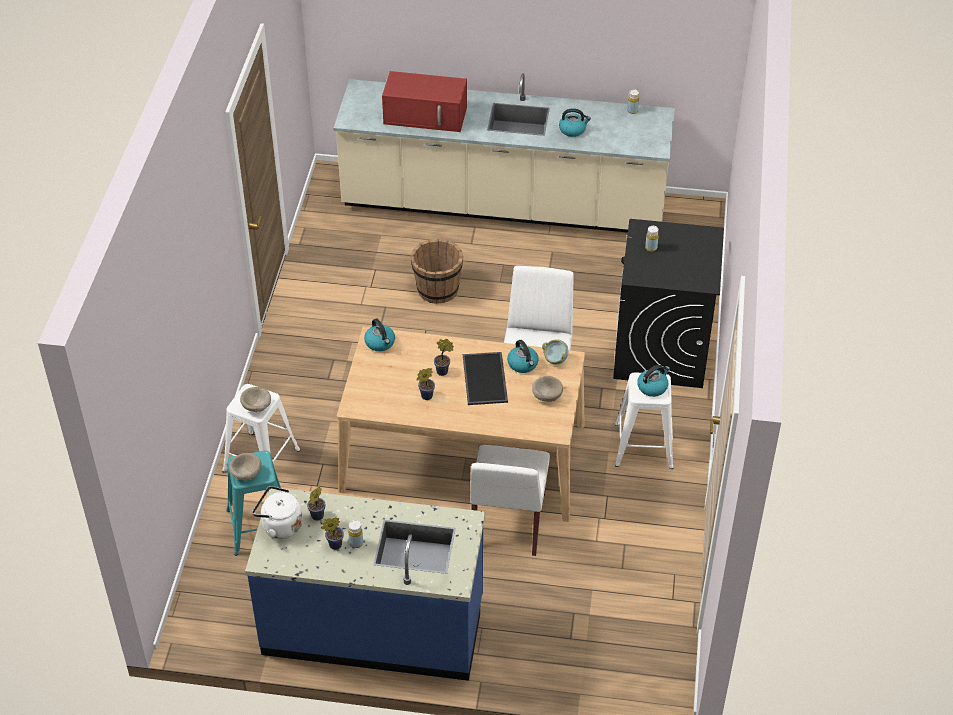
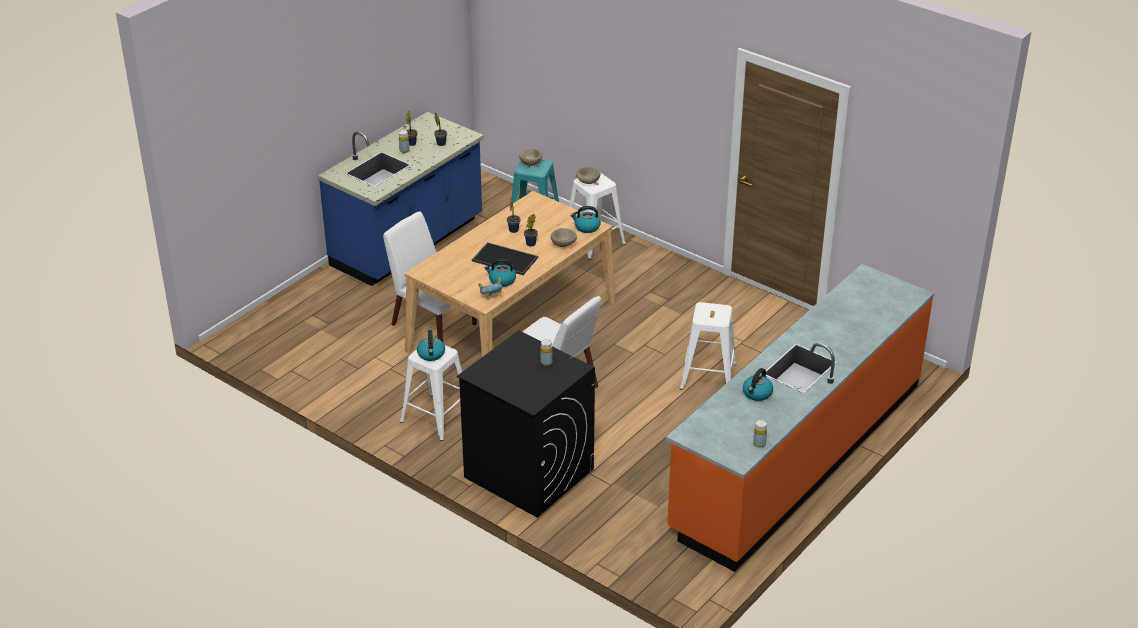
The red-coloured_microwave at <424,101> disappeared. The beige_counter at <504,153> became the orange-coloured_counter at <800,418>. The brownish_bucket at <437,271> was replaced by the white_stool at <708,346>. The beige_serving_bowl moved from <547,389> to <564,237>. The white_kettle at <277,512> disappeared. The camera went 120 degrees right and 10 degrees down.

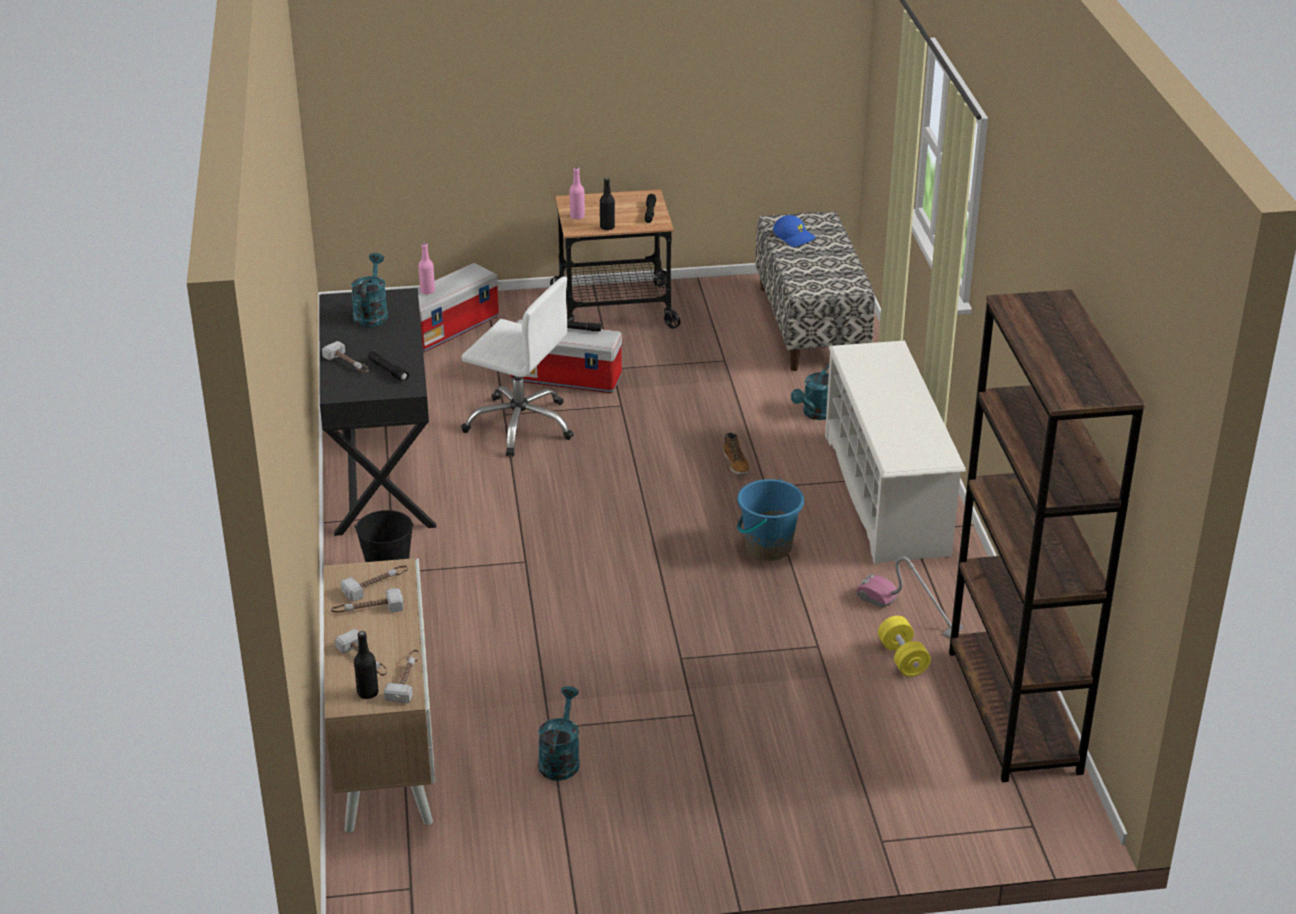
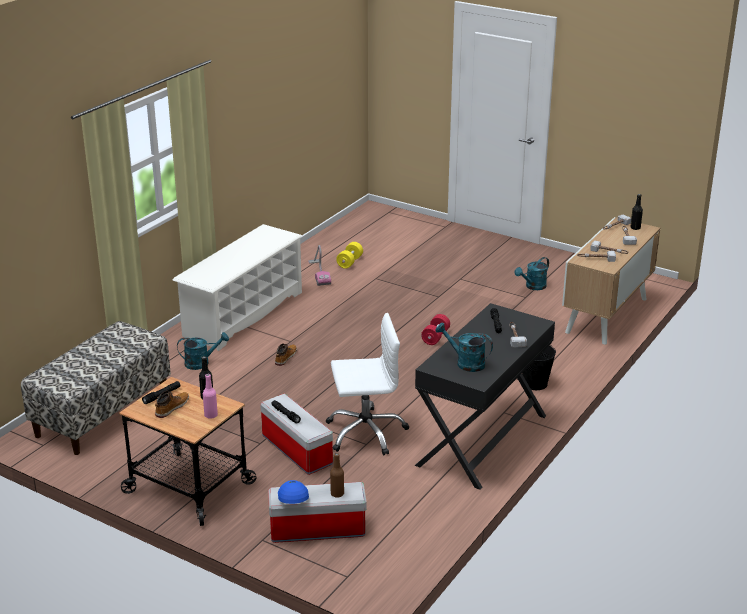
The blue_peaked_cap moved from <794,231> to <293,492>. The pink_bottle at <426,268> became the brownish_bottle at <337,475>. The blue-green_watering_can at <369,290> turned 75 degrees clockwise. The white_desk_chair at <517,367> turned 105 degrees clockwise. The brownish_bookcase at <1047,535> disappeared. The blue_bucket at <770,520> disappeared. The red-coloured_free_weight at <435,329> appeared. The high-top_boot at <172,404> appeared. The camera went 140 degrees left and 5 degrees down.

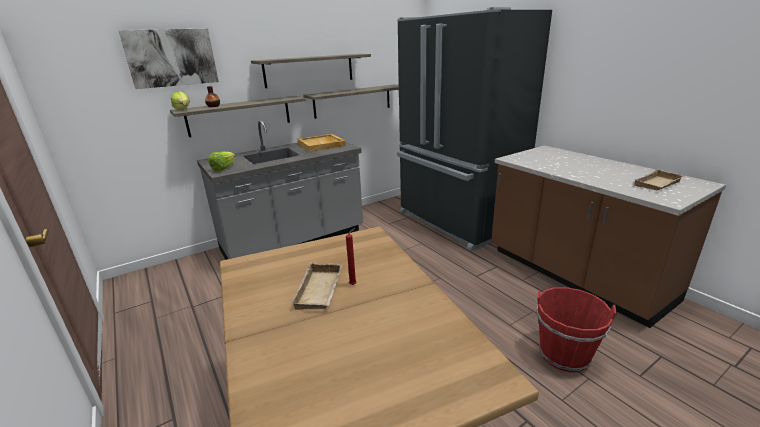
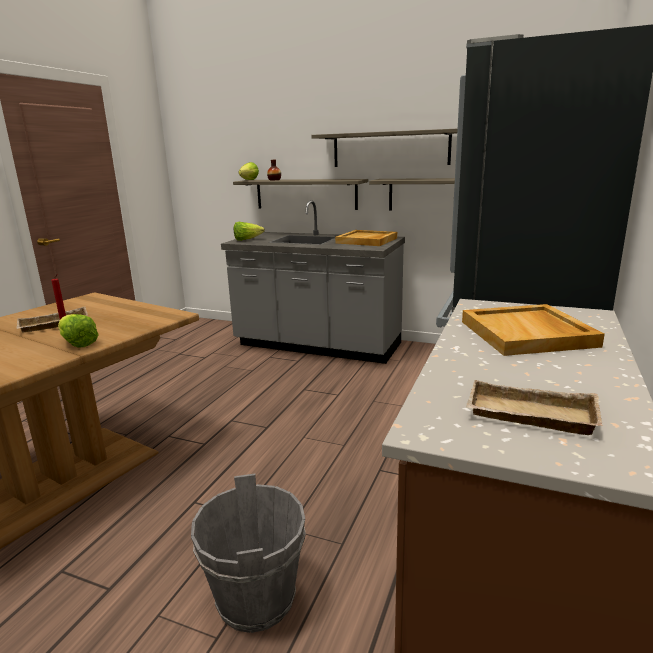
The wall_picture at <169,58> disappeared. The red-coloured_bucket at <577,329> became the greyish_bucket at <248,553>. The beige_carrying_tray at <533,330> appeared. The lettuce_head at <78,331> appeared. The camera went 55 degrees right and 5 degrees down.

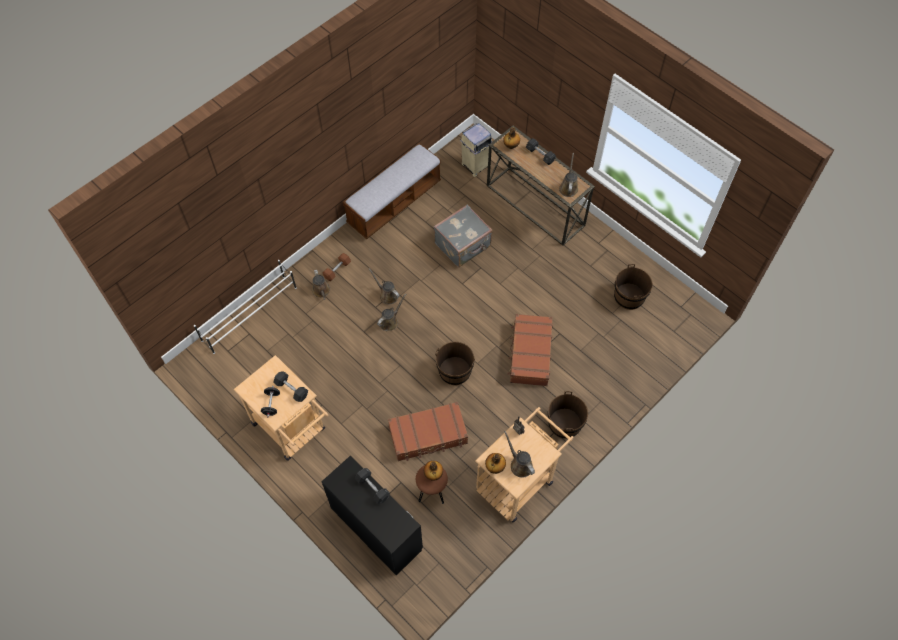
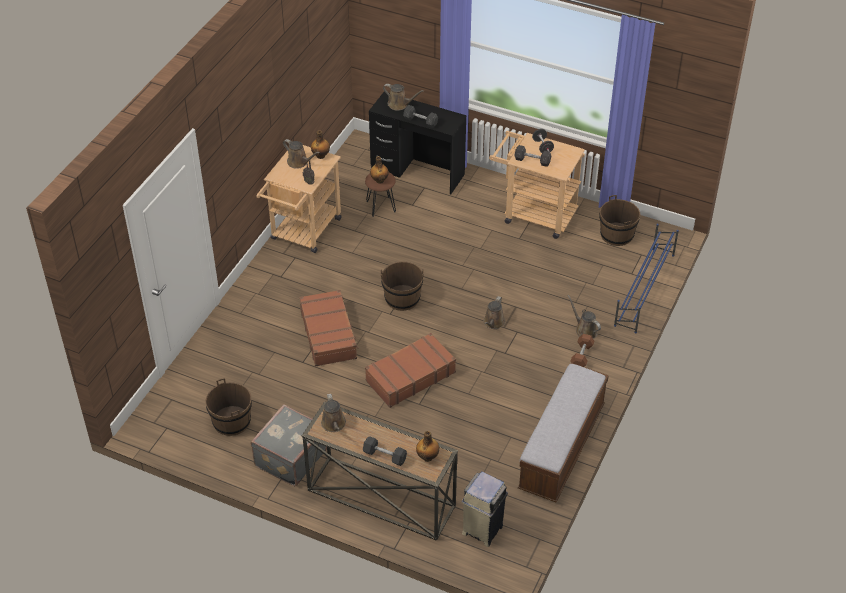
The greyish_travel_case moved from <463,235> to <288,445>. The white_shoe_stand at <245,307> became the blue_shoe_stand at <646,279>. The brownish_watering_can moved from <384,286> to <403,97>. The brownish_bucket moved from <568,415> to <619,220>. The brownish_travel_case moved from <428,431> to <410,370>. The camera went 160 degrees right and 15 degrees down.

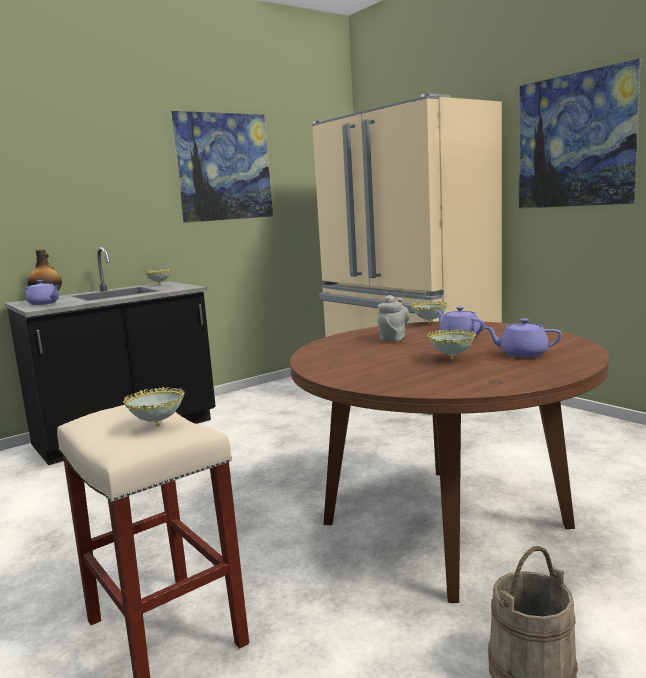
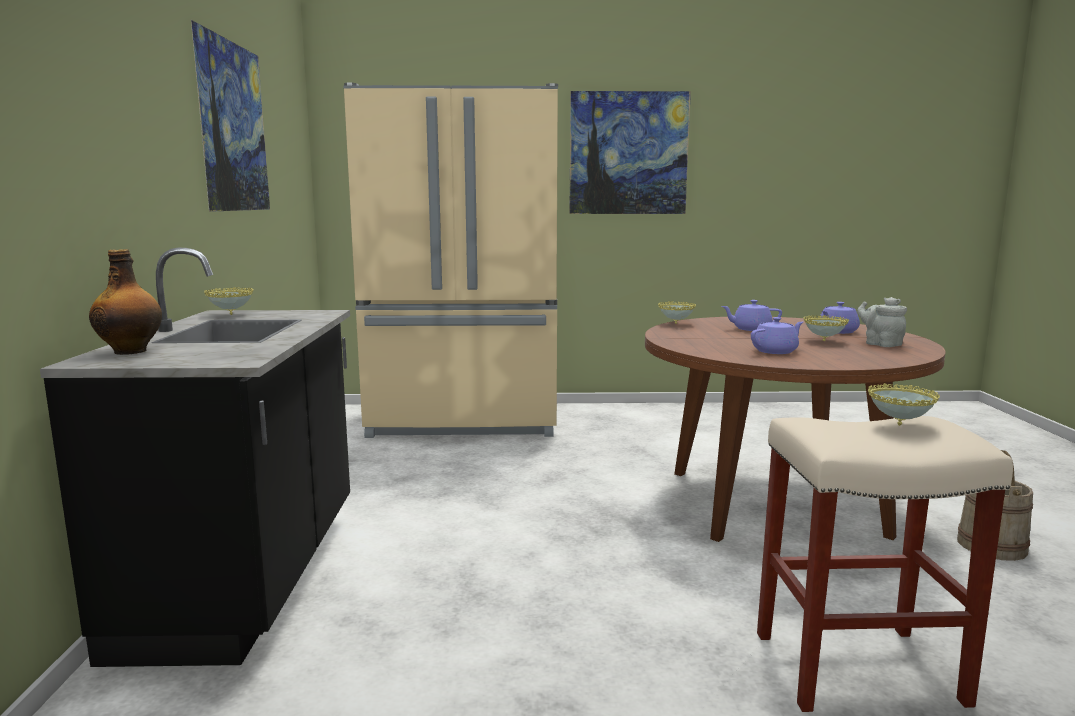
The purplish_tea_pot moved from <42,292> to <777,335>. The greyish_tea_pot moved from <393,318> to <882,322>. The camera went 55 degrees left and 0 degrees up.

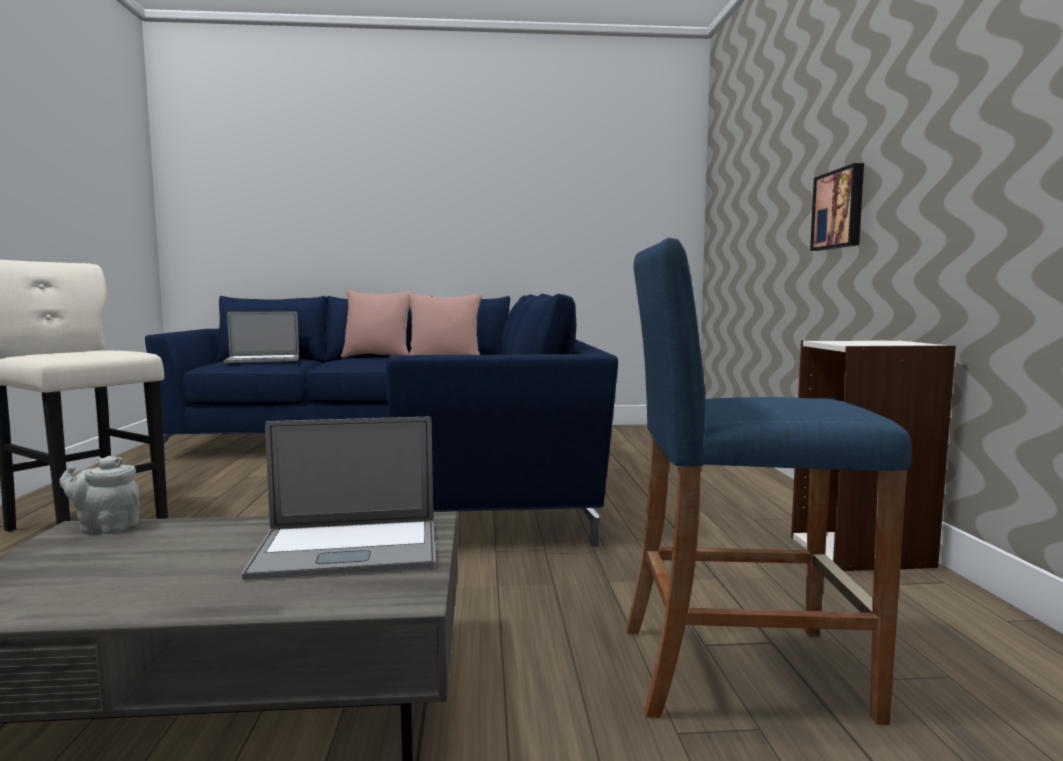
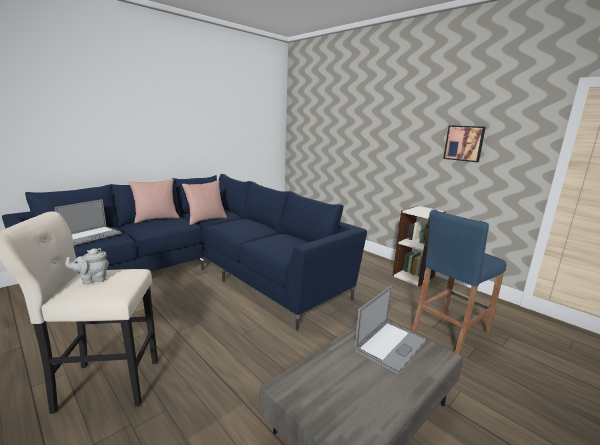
The wall_picture moved from <837,207> to <464,143>. The greyish_tea_pot moved from <99,495> to <87,266>. The camera went 40 degrees left and 10 degrees up.

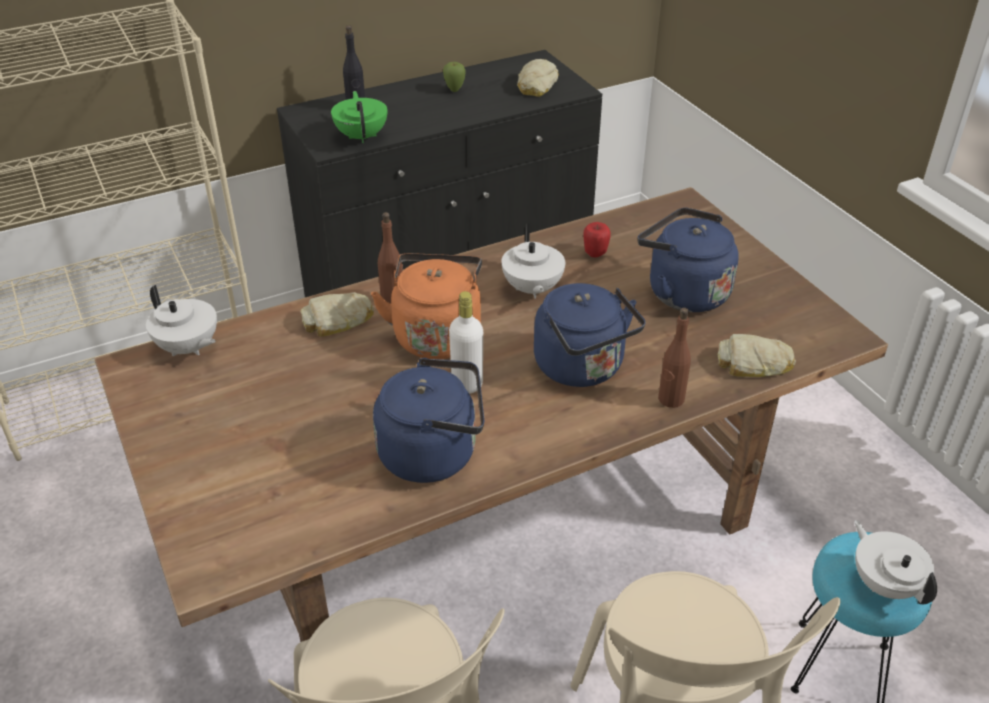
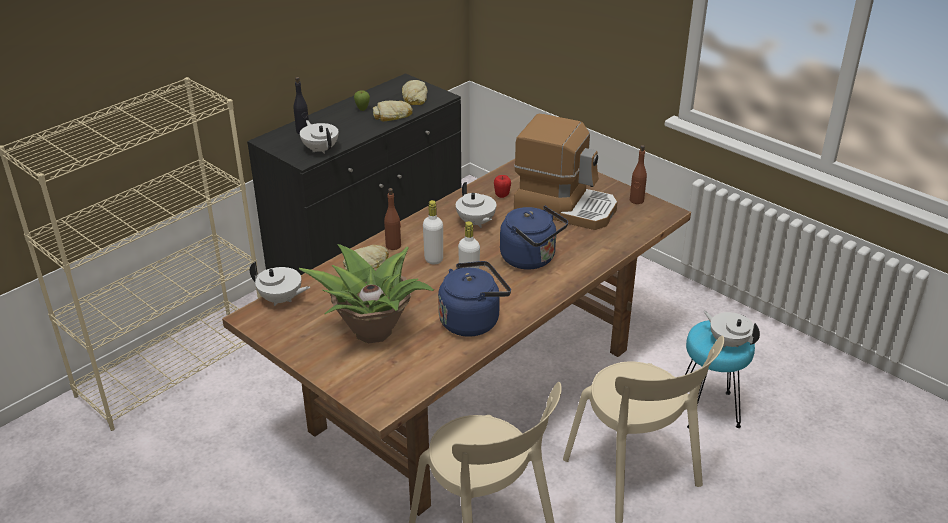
The green_tea_pot at <359,117> became the white_tea_pot at <319,137>. The blue_kettle at <688,260> was replaced by the coffee_machine at <565,172>. The orange-coloured_kettle at <426,306> was replaced by the white_bottle at <433,232>. The brownish_bottle moved from <674,358> to <638,174>. The baked_bread moved from <757,355> to <393,110>. The houseplant at <366,294> appeared. The camera went 20 degrees left and 5 degrees down.

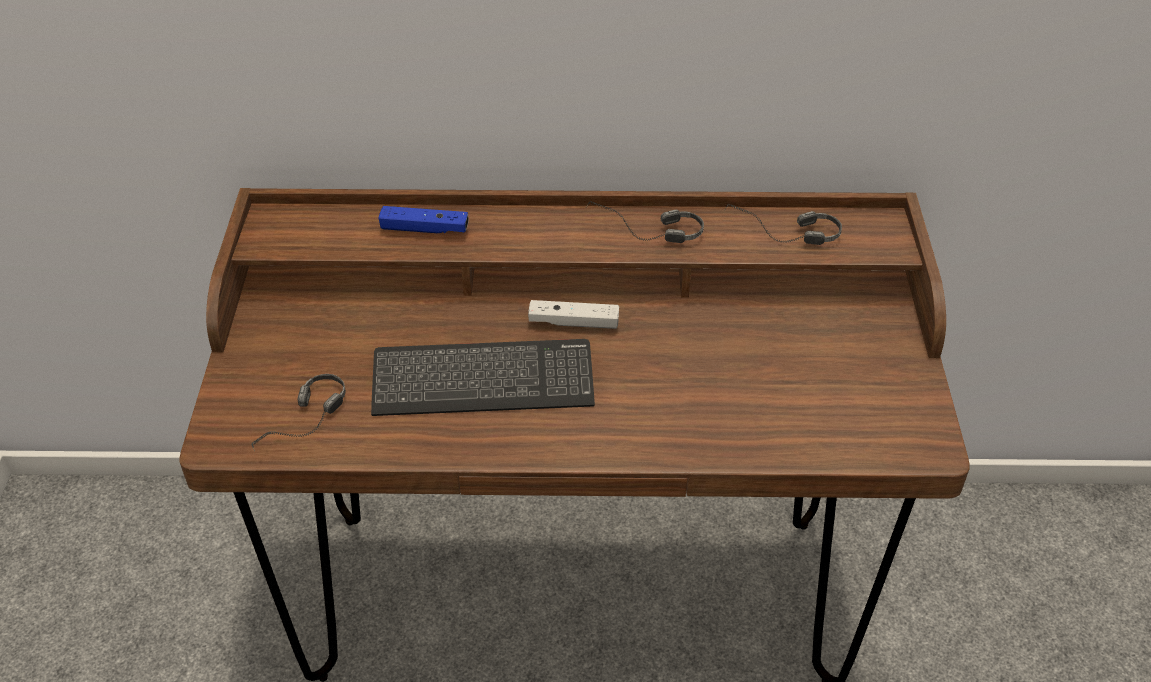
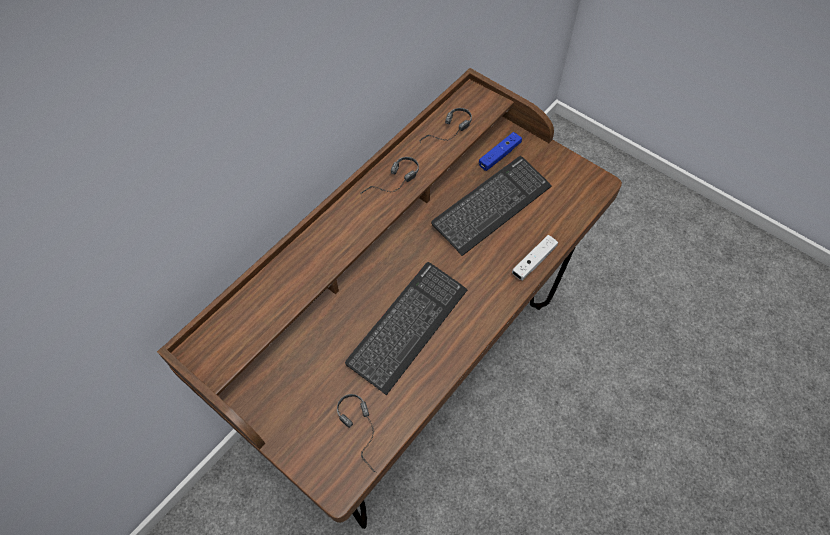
The blue_gamepad moved from <423,219> to <500,151>. The white_gamepad moved from <573,314> to <535,258>. The computer_keyboard at <491,206> appeared. The camera went 50 degrees left and 15 degrees up.

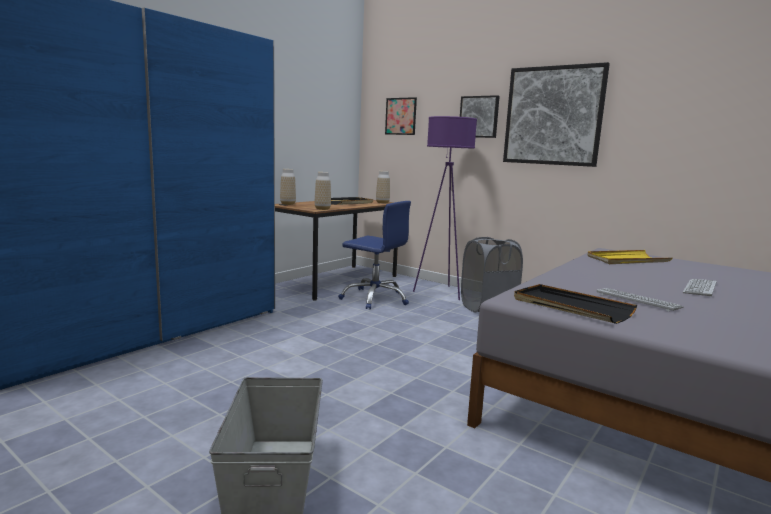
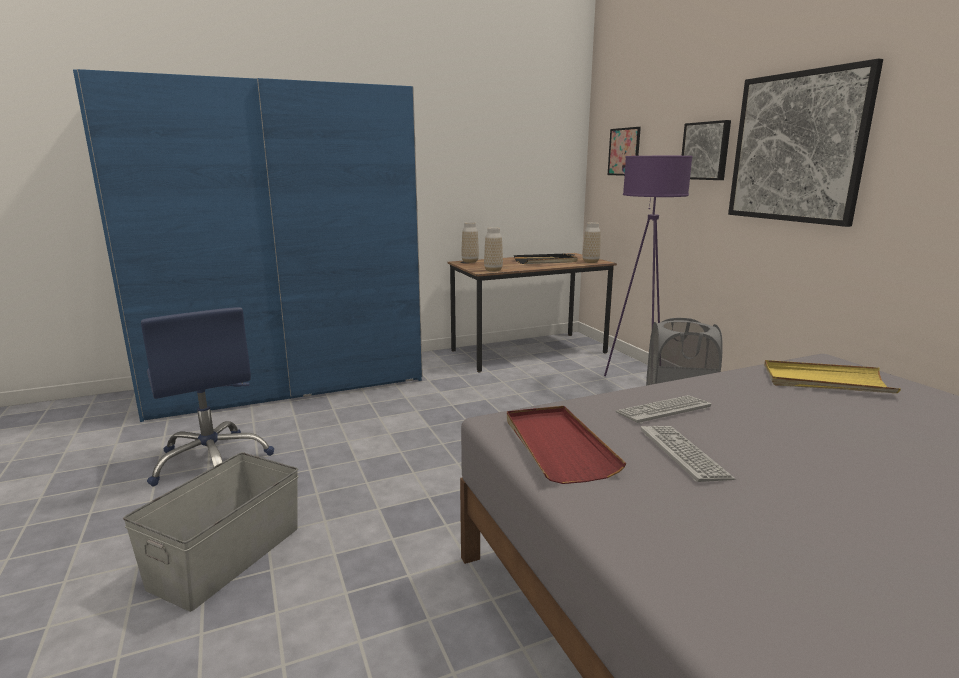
The blue_desk_chair moved from <374,255> to <207,396>. The computer_keyboard moved from <700,288> to <663,409>. The black_carrying_tray at <575,304> became the red-coloured_carrying_tray at <566,445>. The camera went 30 degrees right and 5 degrees up.

